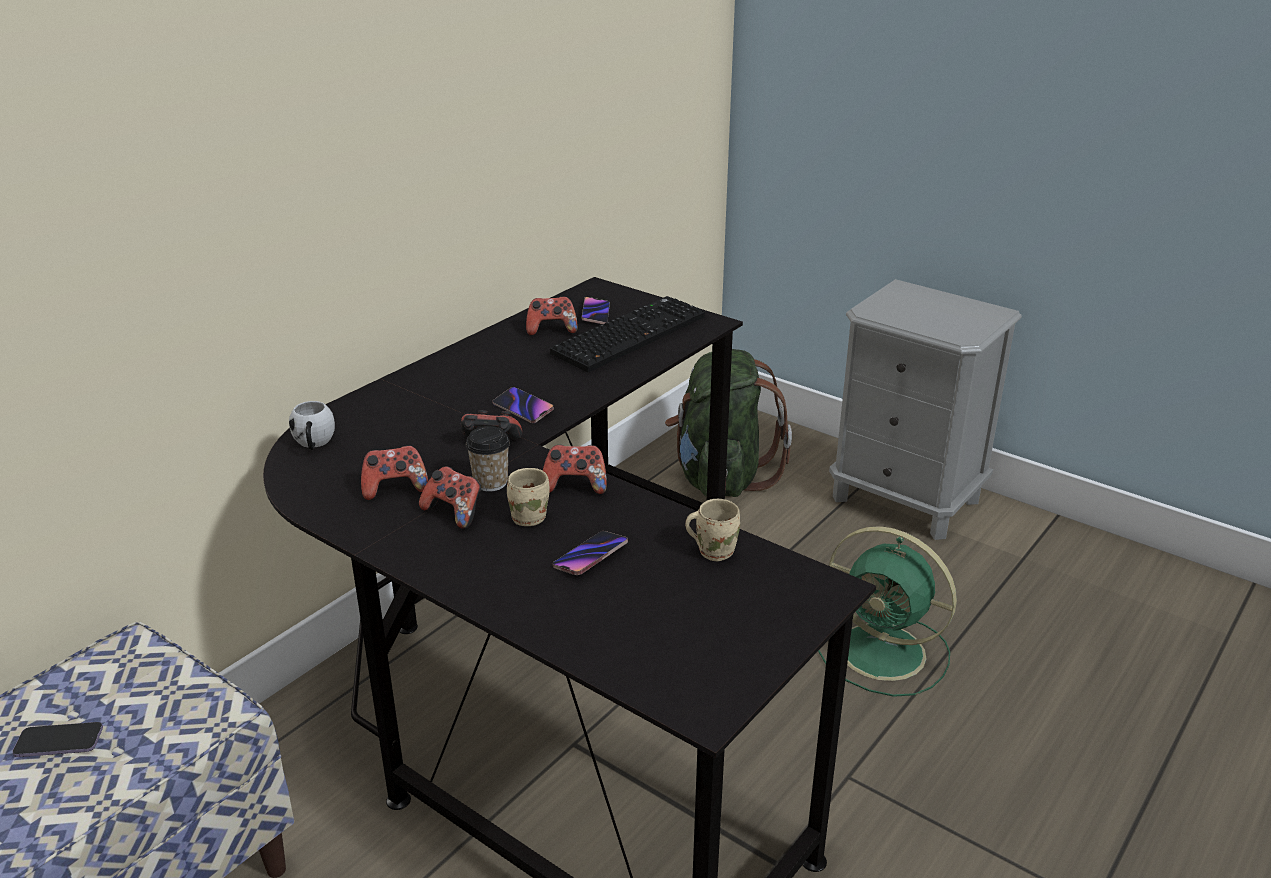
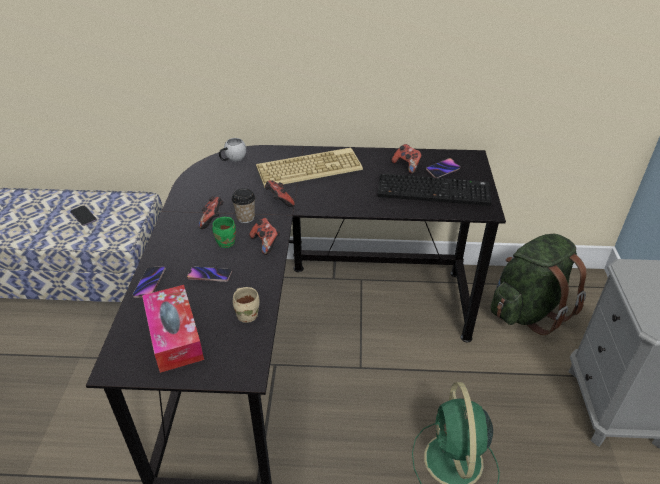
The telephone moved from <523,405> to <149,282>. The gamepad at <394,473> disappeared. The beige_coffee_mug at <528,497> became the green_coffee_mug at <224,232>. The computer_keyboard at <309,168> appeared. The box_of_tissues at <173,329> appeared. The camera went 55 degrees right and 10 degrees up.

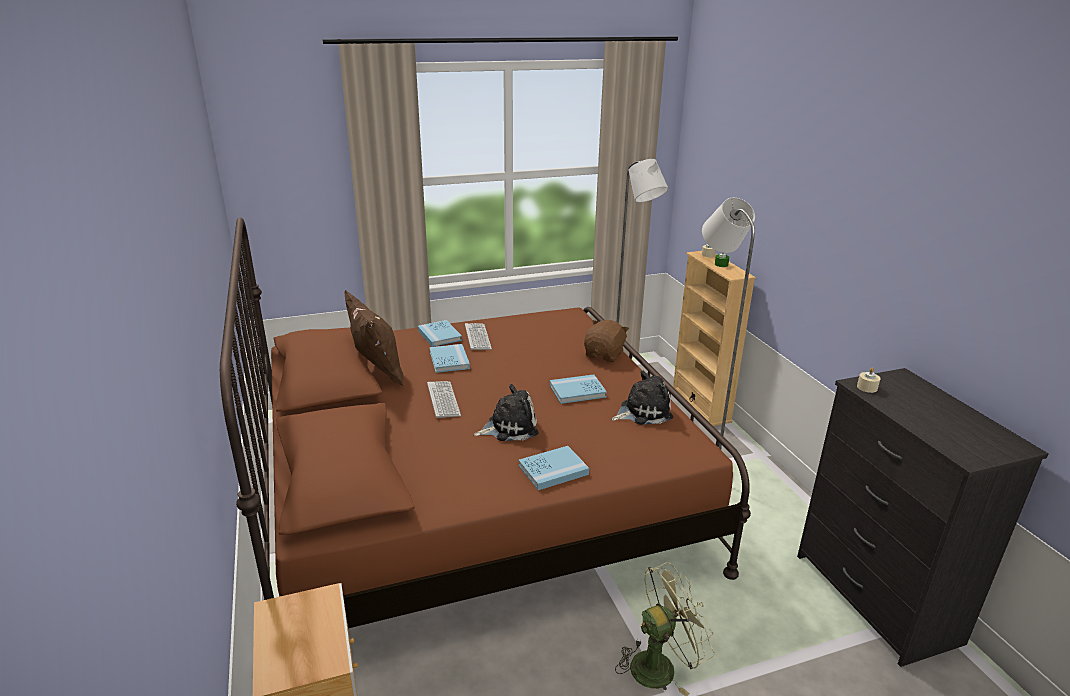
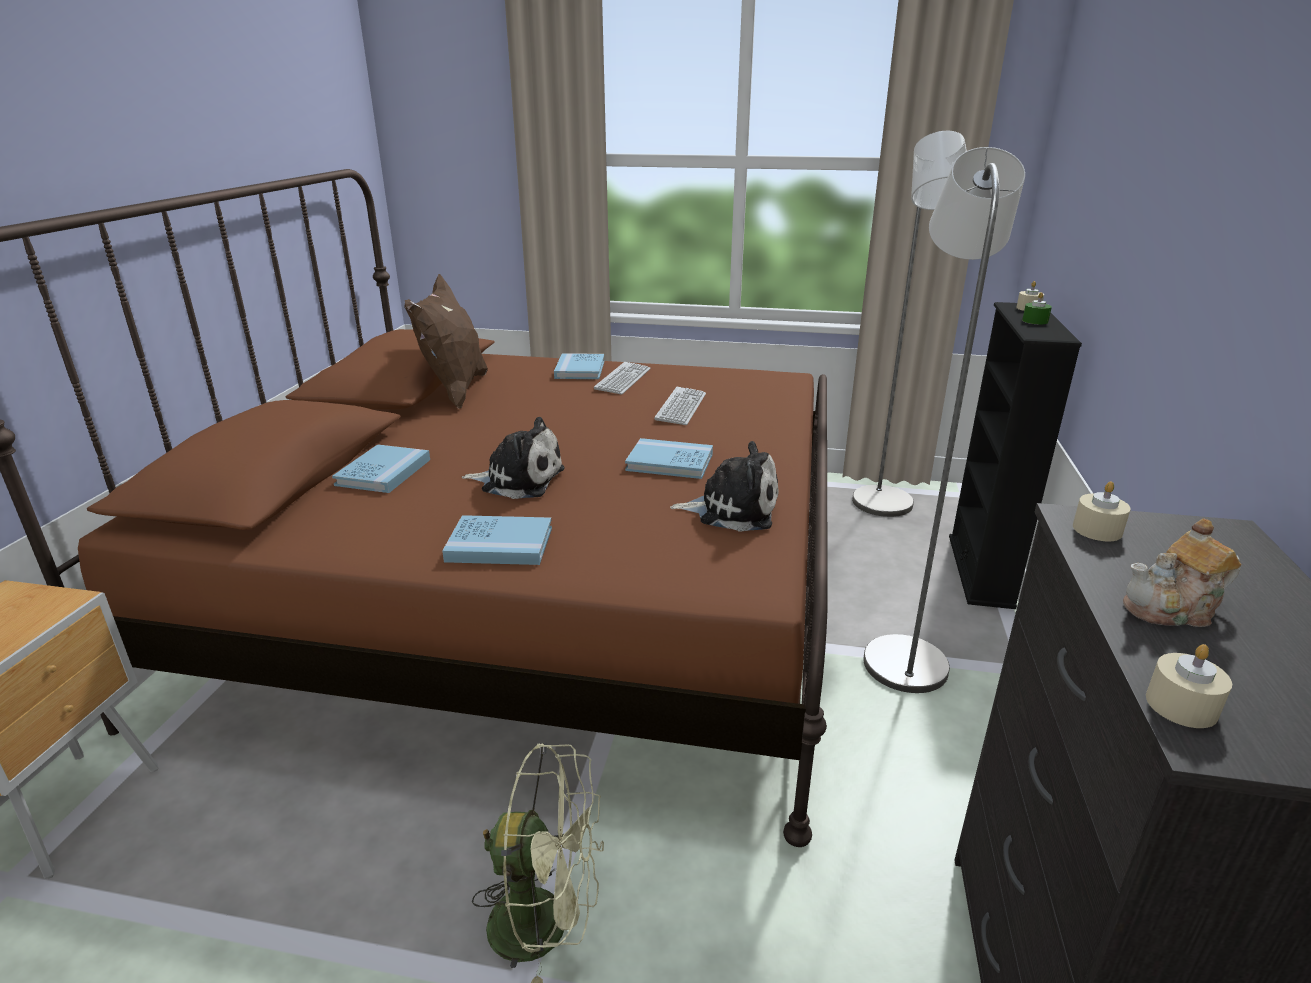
The beige_bookcase at <714,338> became the black_bookcase at <1015,455>. The brownish_plush_toy at <606,341> disappeared. The blue_bound_book moved from <450,358> to <381,468>. The computer_keyboard moved from <444,399> to <680,406>. The tea_pot at <1182,572> appeared. The beige_candle at <1189,686> appeared. The camera went 30 degrees right and 0 degrees up.

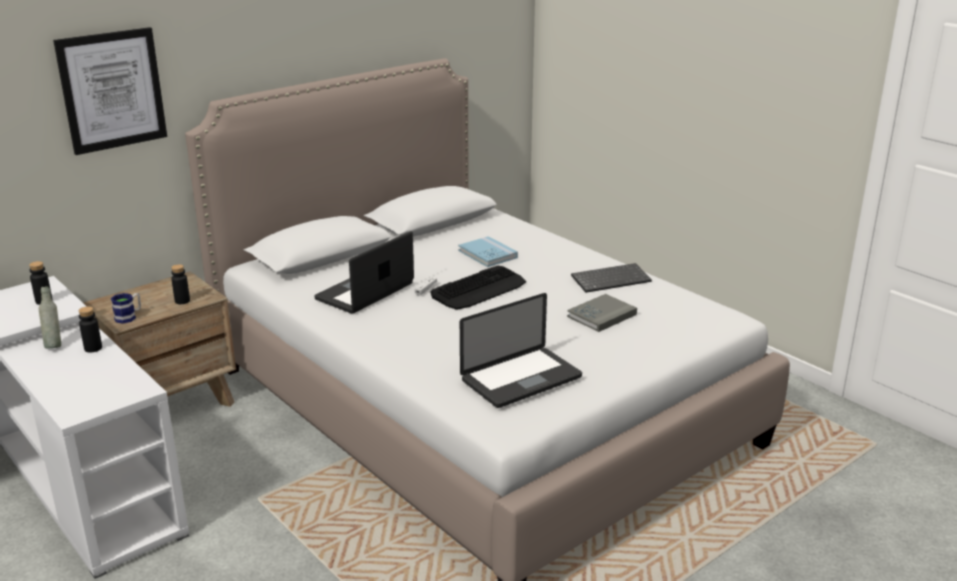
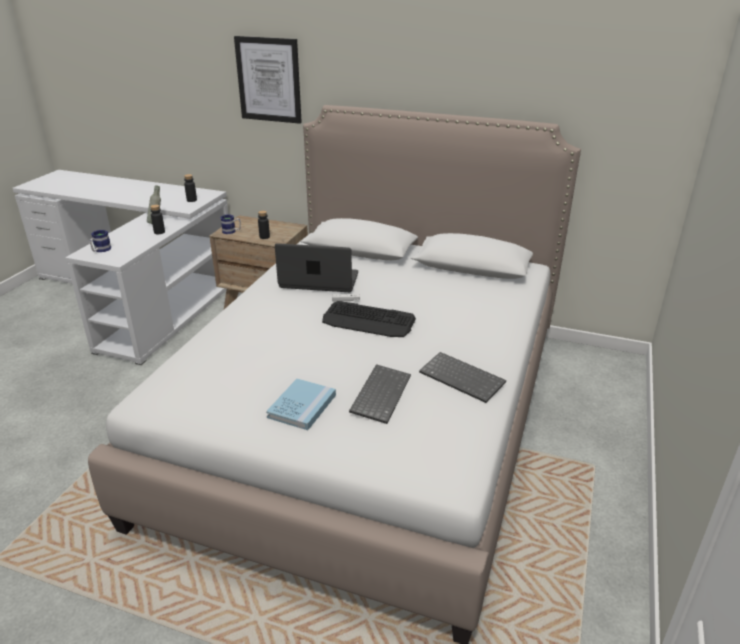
The blue_bound_book moved from <488,251> to <301,404>. The notebook_computer at <521,350> disappeared. The greyish_bound_book at <602,313> was replaced by the computer_keyboard at <380,394>. The coffee_mug at <100,241> appeared. The camera went 60 degrees right and 5 degrees up.

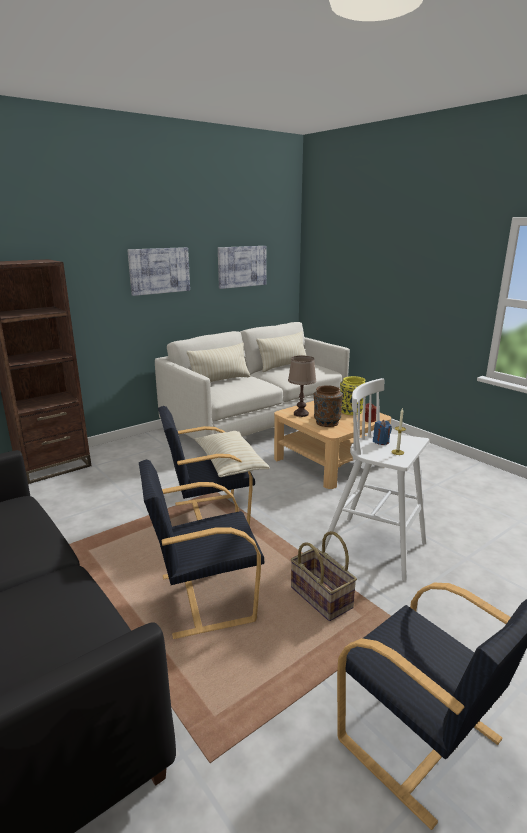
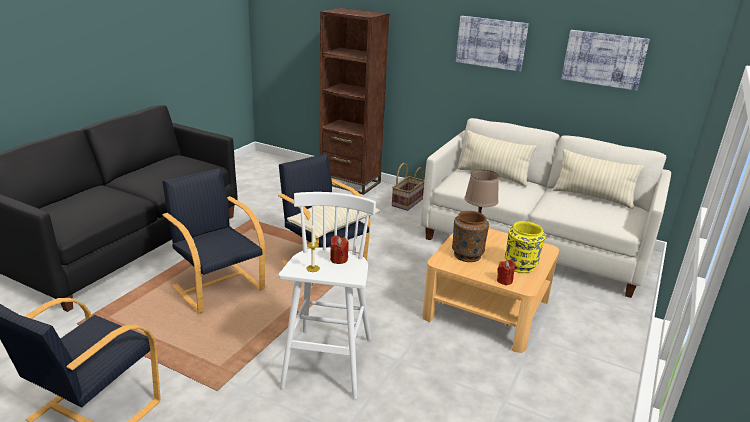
The blue_candle at <382,432> became the red-coloured_candle at <339,249>. The storage_basket moved from <324,576> to <408,187>. The camera went 65 degrees right and 5 degrees up.

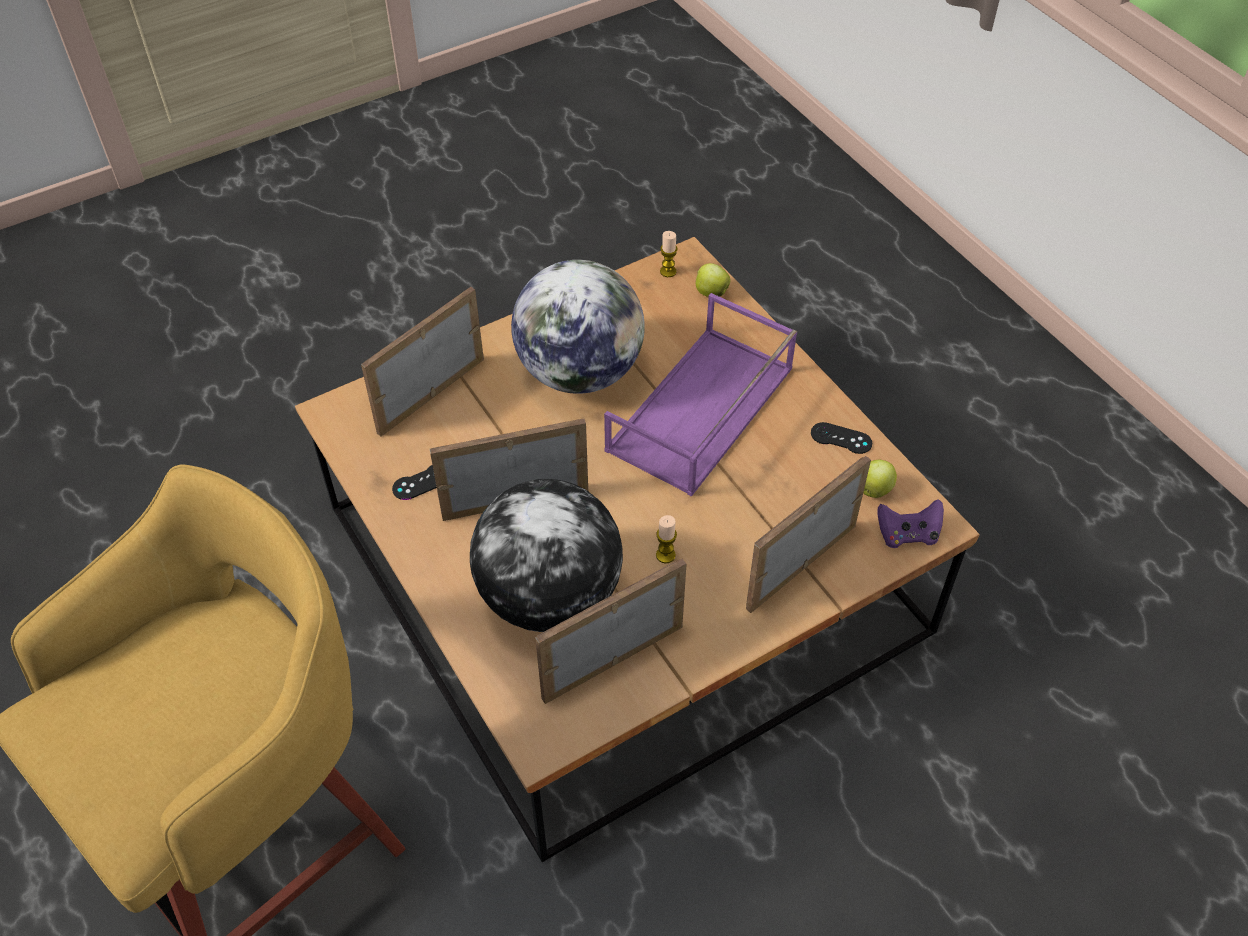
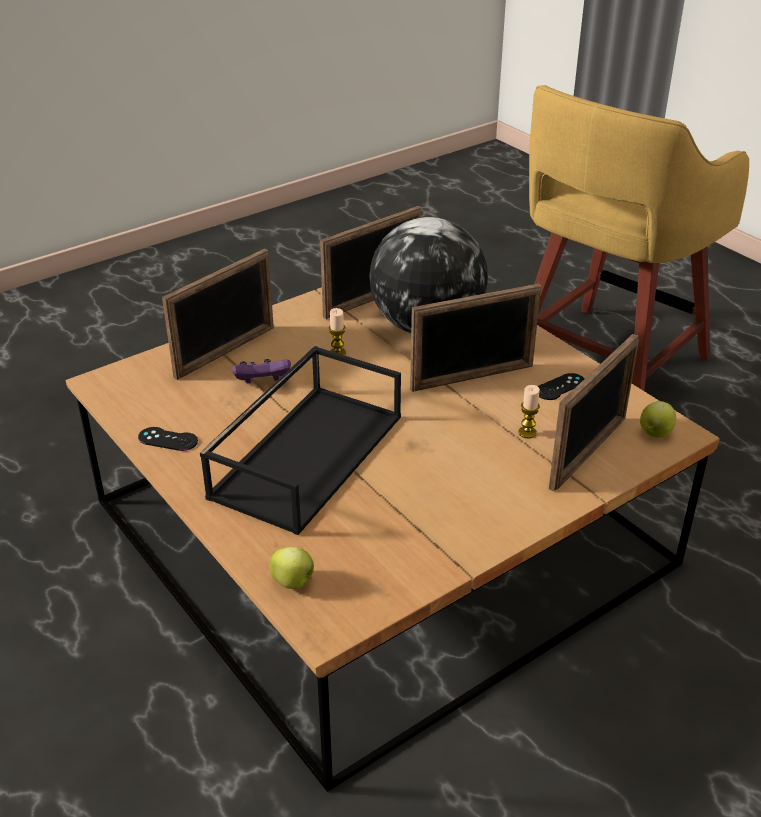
The candle moved from <669,254> to <529,412>. The desk_globe at <578,327> disappeared. The purplish_carrying_tray at <700,395> became the black_carrying_tray at <300,440>. The whole_apple moved from <880,479> to <658,419>. The purplish_gamepad moved from <910,523> to <261,371>. The camera went 175 degrees right and 15 degrees down.

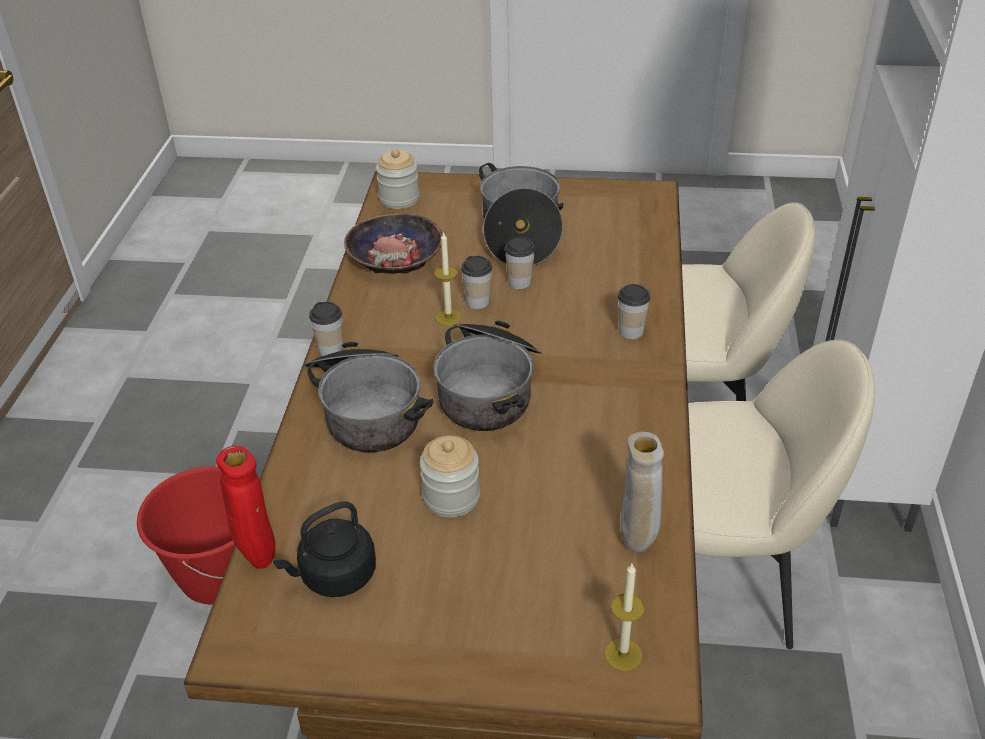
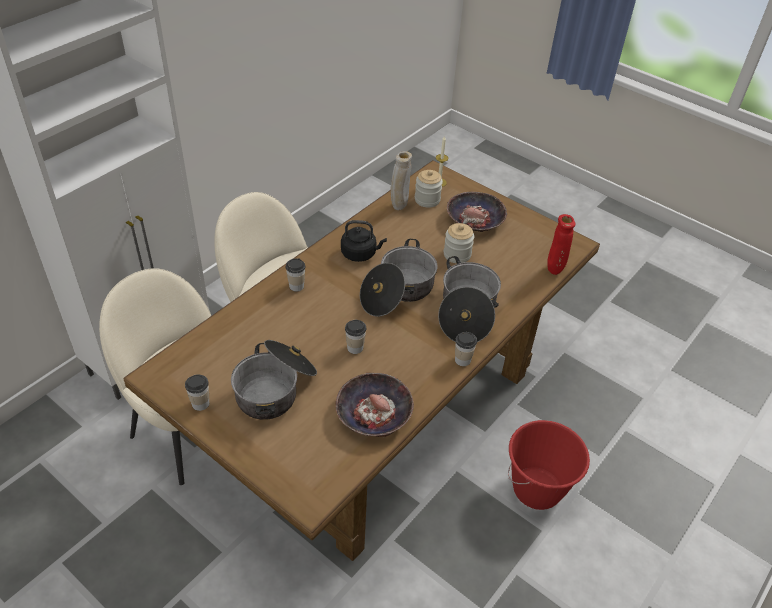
The preserve_jar moved from <398,179> to <429,189>. The candle at <448,279> disappeared. The small_cup moved from <520,263> to <197,393>. The black_kettle moved from <324,549> to <364,241>. The serving_bowl at <477,212> appeared. The camera went 150 degrees left and 5 degrees up.

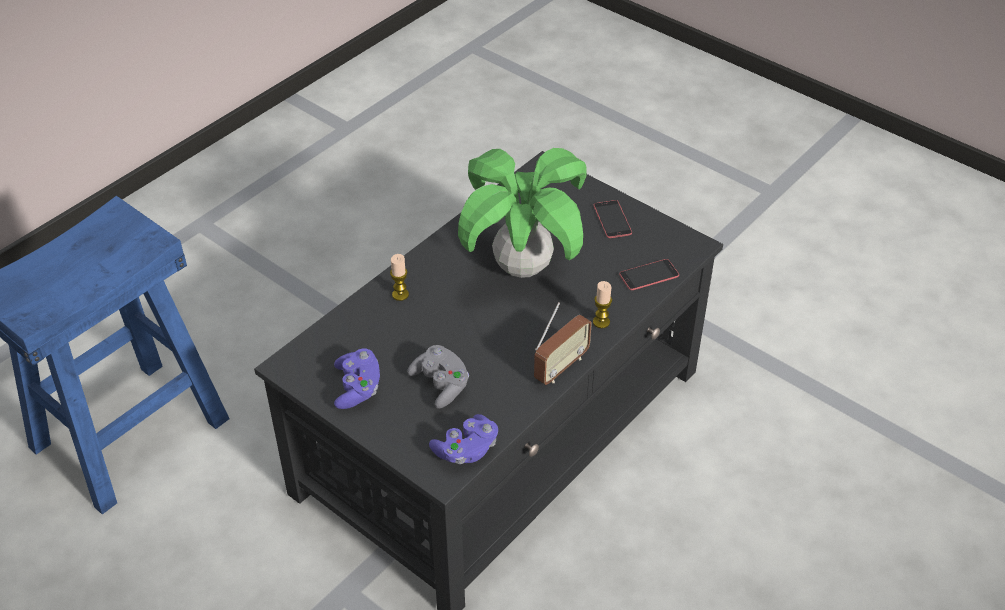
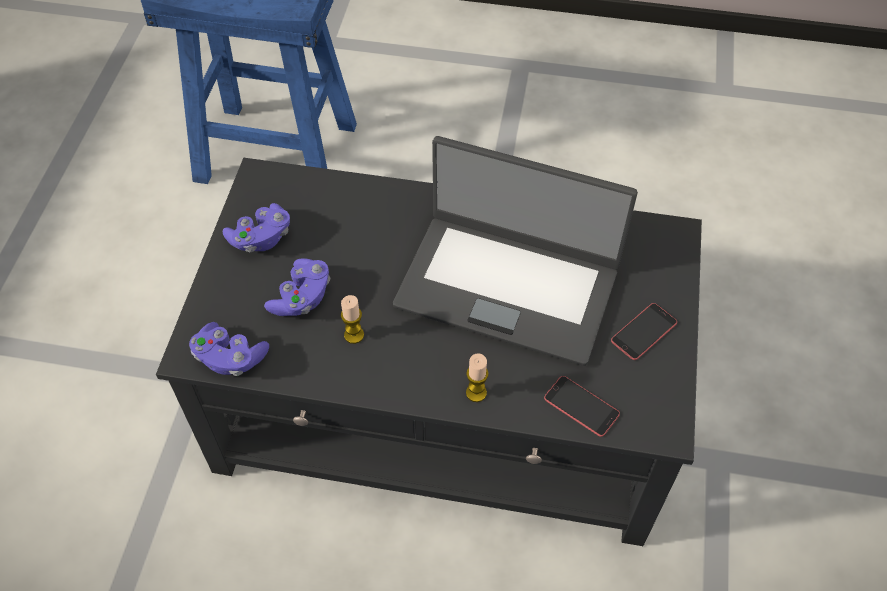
The houseplant at <522,213> was replaced by the notebook_computer at <515,251>. The candle moved from <399,277> to <352,319>. The radio_receiver at <563,343> disappeared. The greyish_gamepad at <438,377> became the purplish_gamepad at <297,287>. The camera went 60 degrees right and 10 degrees up.

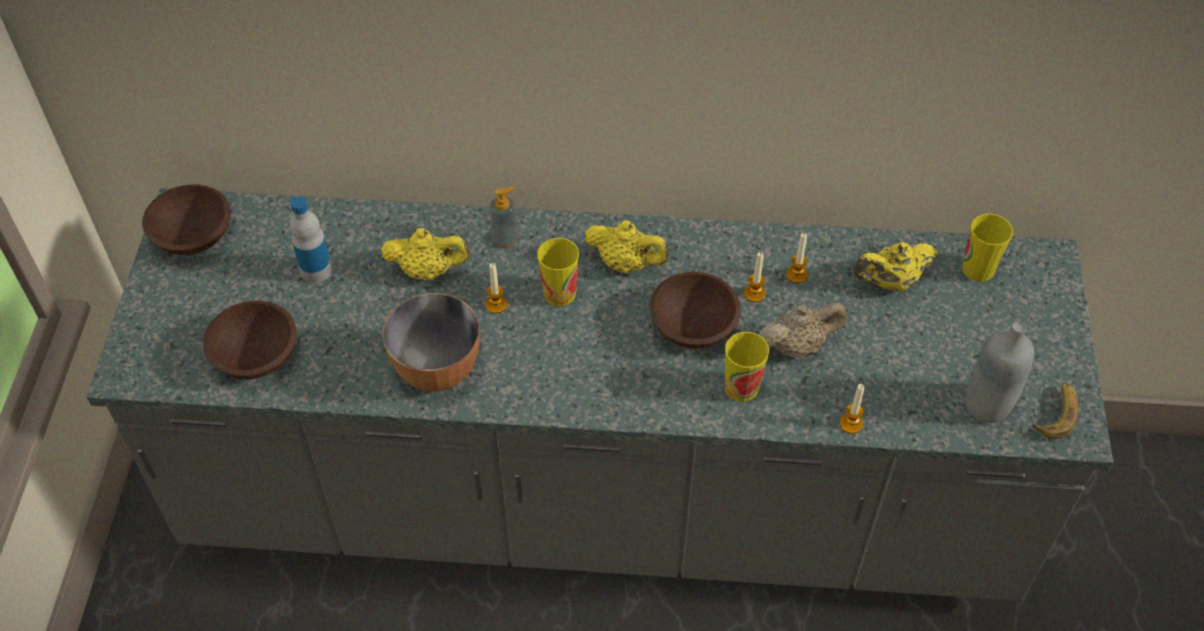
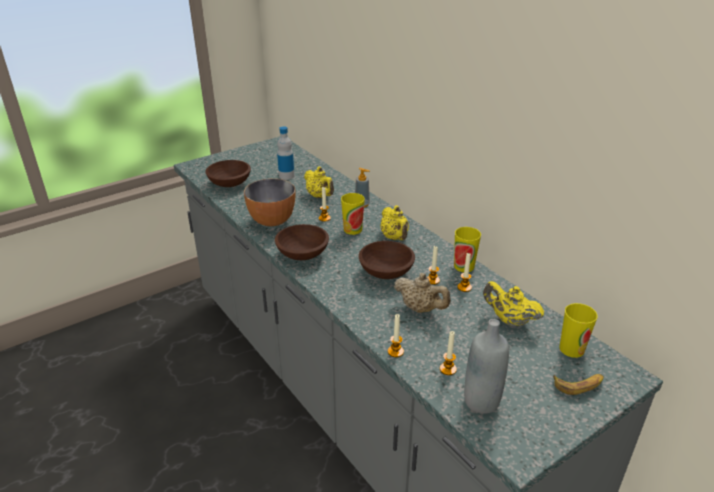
The brownish_serving_bowl moved from <186,219> to <302,242>. The small_cup moved from <747,367> to <467,249>. The whole_banana moved from <1055,411> to <578,384>. The candle at <448,353> appeared. The camera went 50 degrees right and 20 degrees down.

